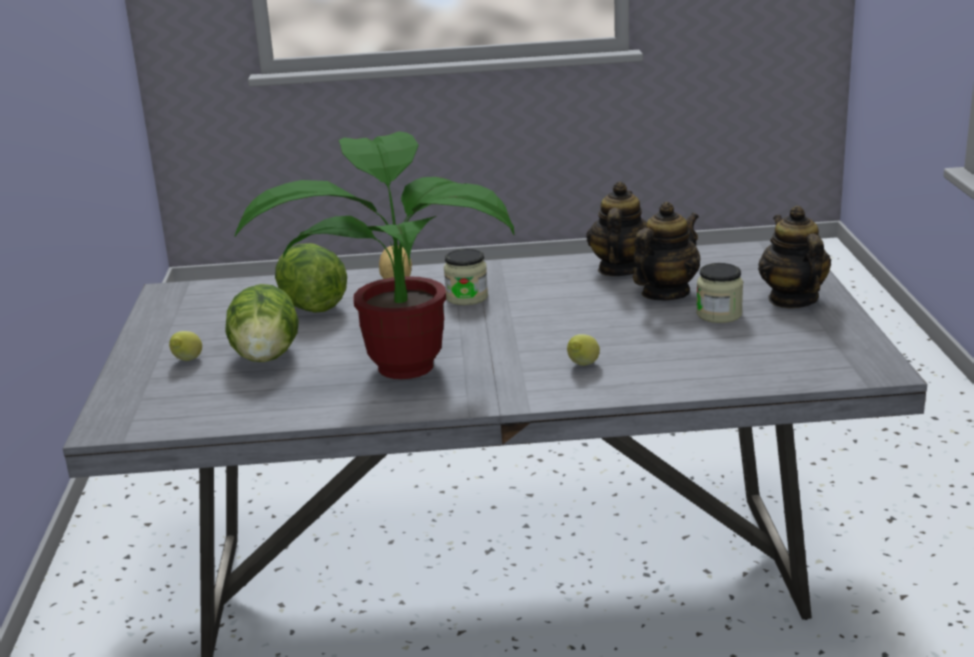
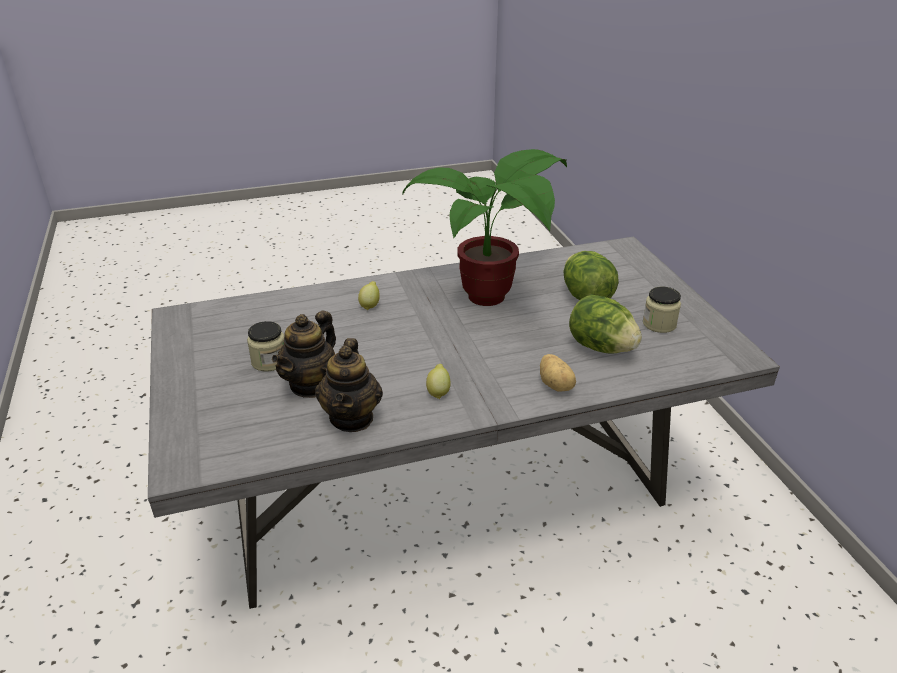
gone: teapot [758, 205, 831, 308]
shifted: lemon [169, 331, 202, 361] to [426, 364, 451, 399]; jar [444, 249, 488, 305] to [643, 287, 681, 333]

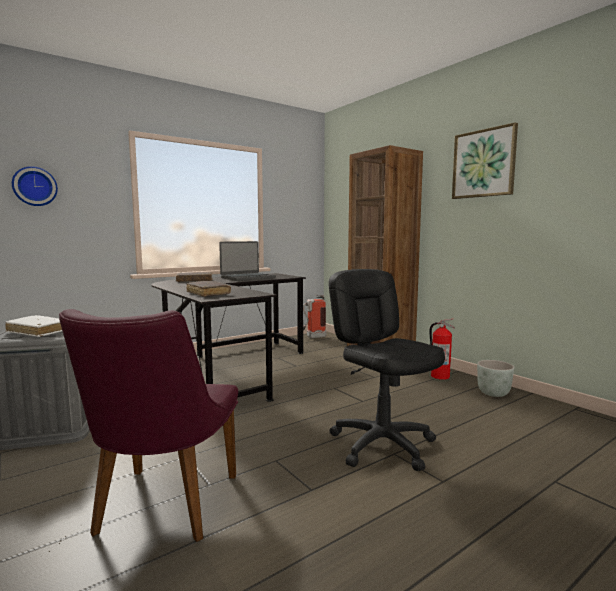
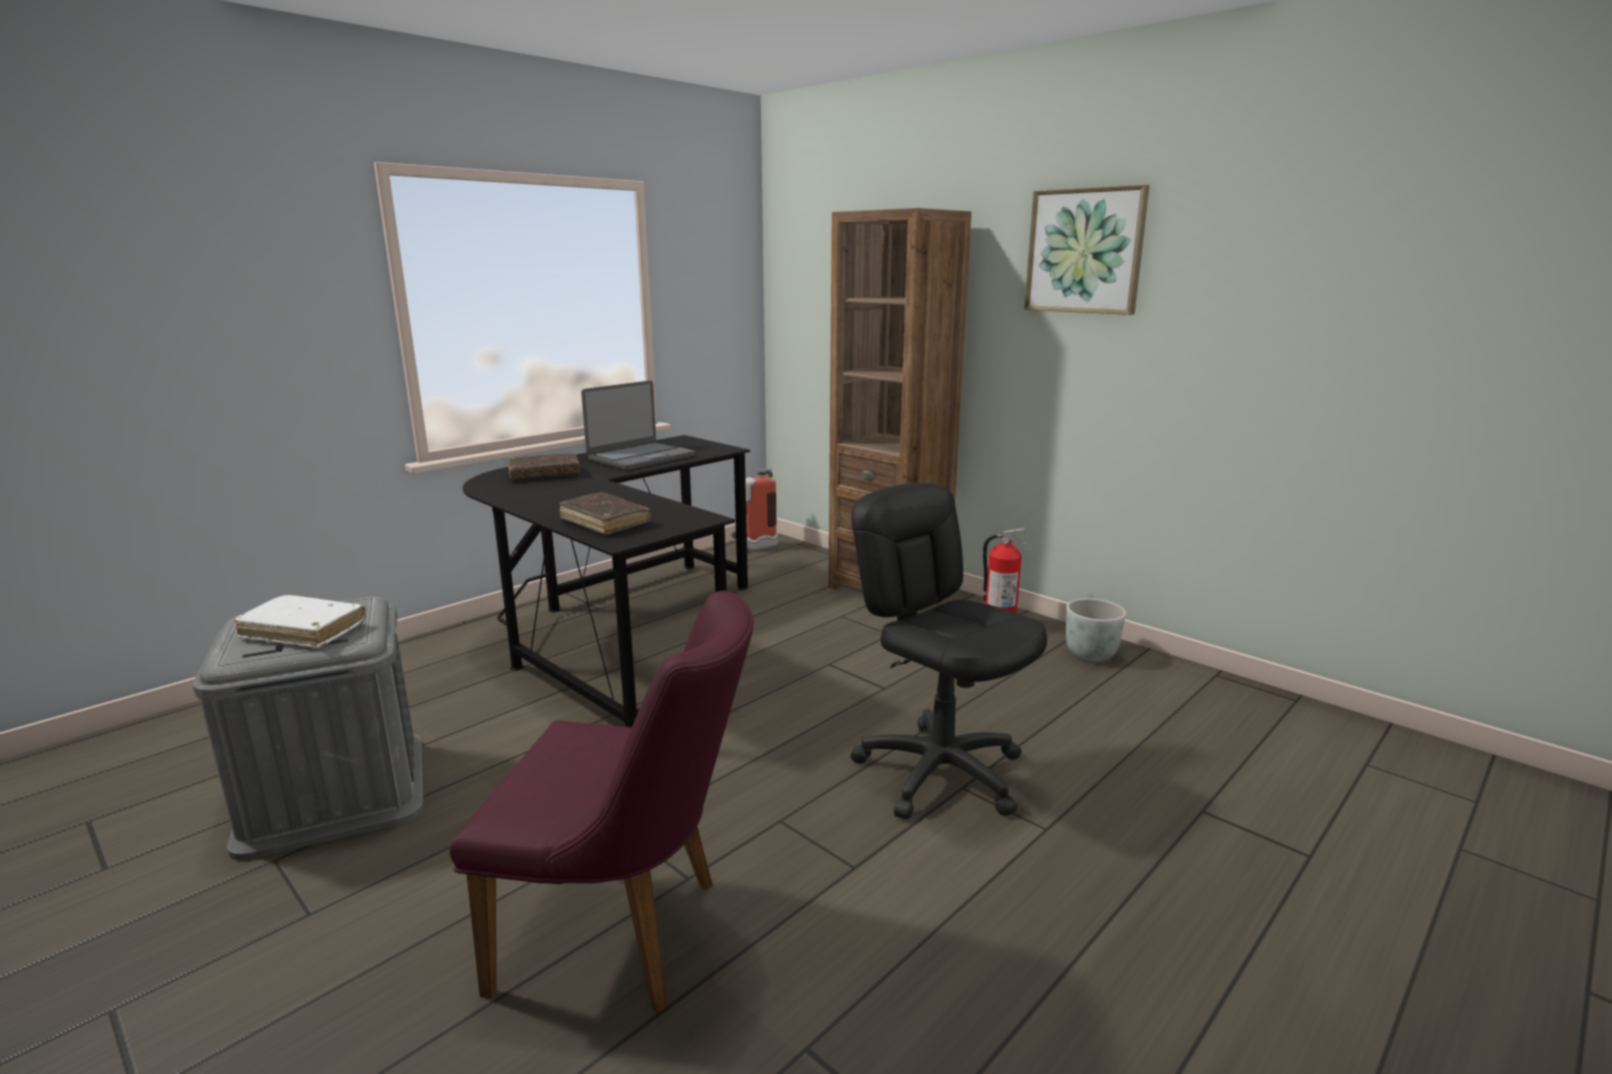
gone: wall clock [12, 166, 58, 206]
rotated: purple chair [59, 309, 238, 542] = [449, 591, 753, 1013] 75 degrees counterclockwise

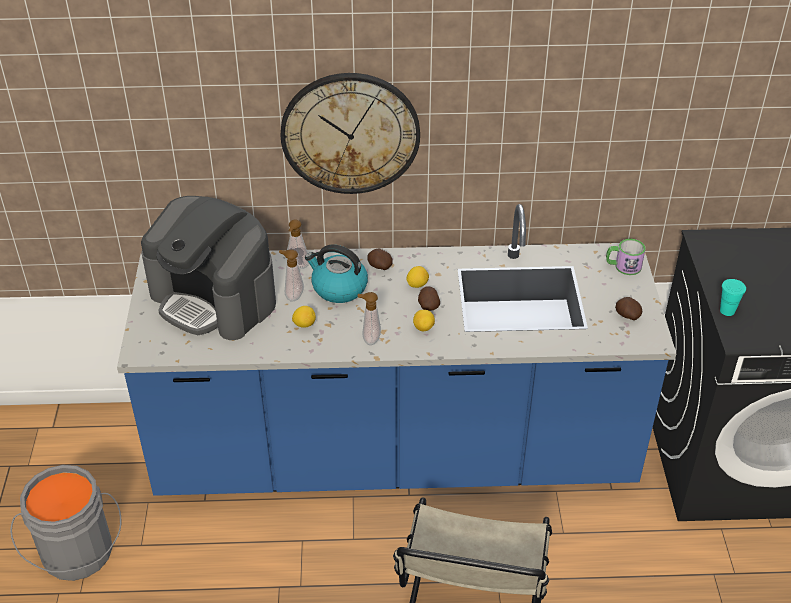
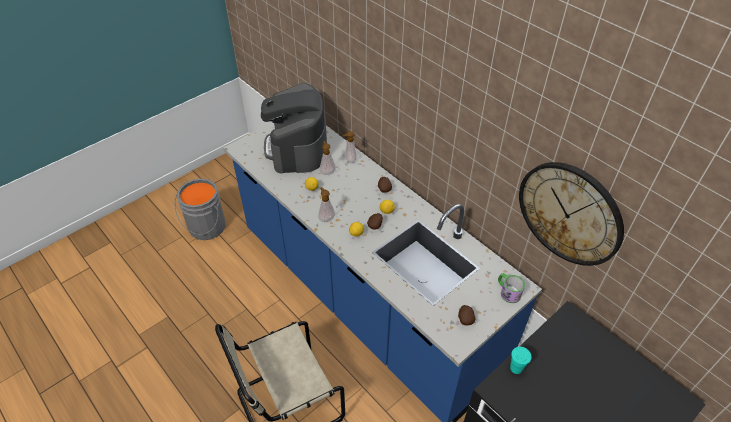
gone: kettle [305, 244, 368, 303]
shifted: wall clock [280, 73, 420, 194] to [519, 162, 624, 266]

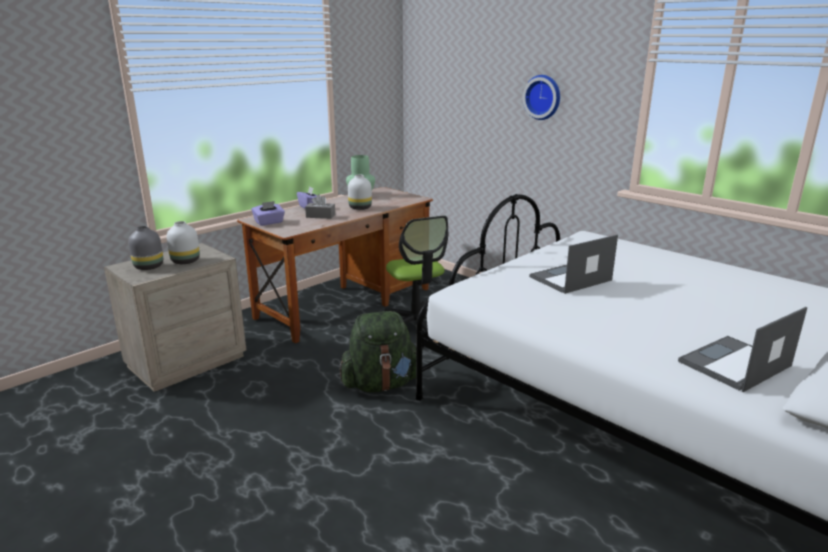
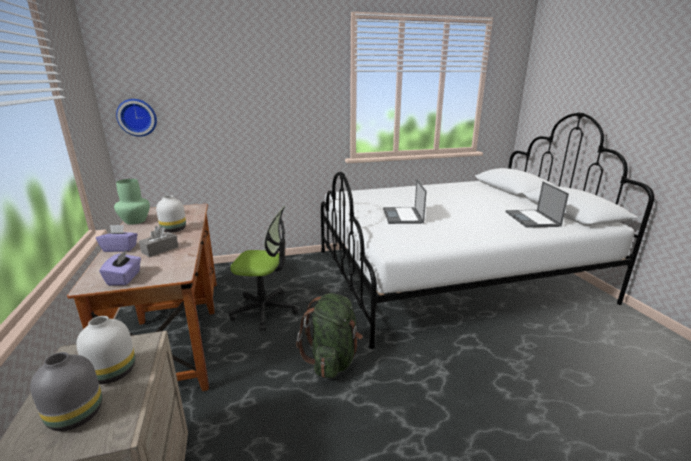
shifted: wall clock [523, 75, 560, 120] to [116, 99, 157, 137]

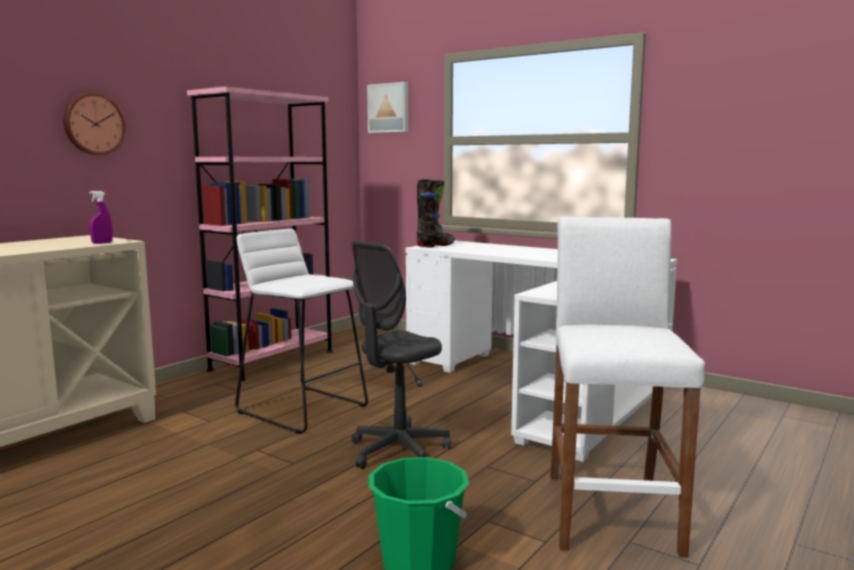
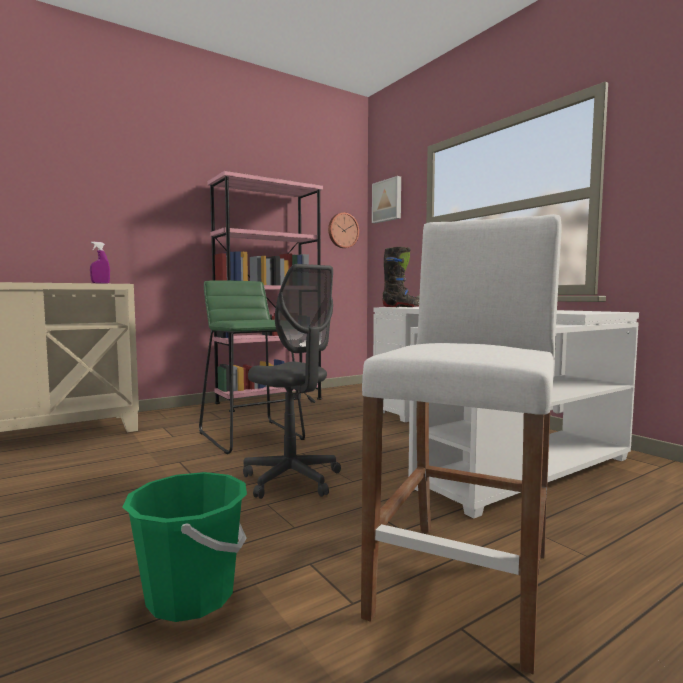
shifted: wall clock [63, 93, 126, 155] to [328, 213, 359, 248]
repainted: white stool [235, 229, 368, 434] to green stool [199, 280, 305, 454]
rotated: grey office chair [351, 241, 451, 469] = [243, 264, 341, 499] 105 degrees counterclockwise

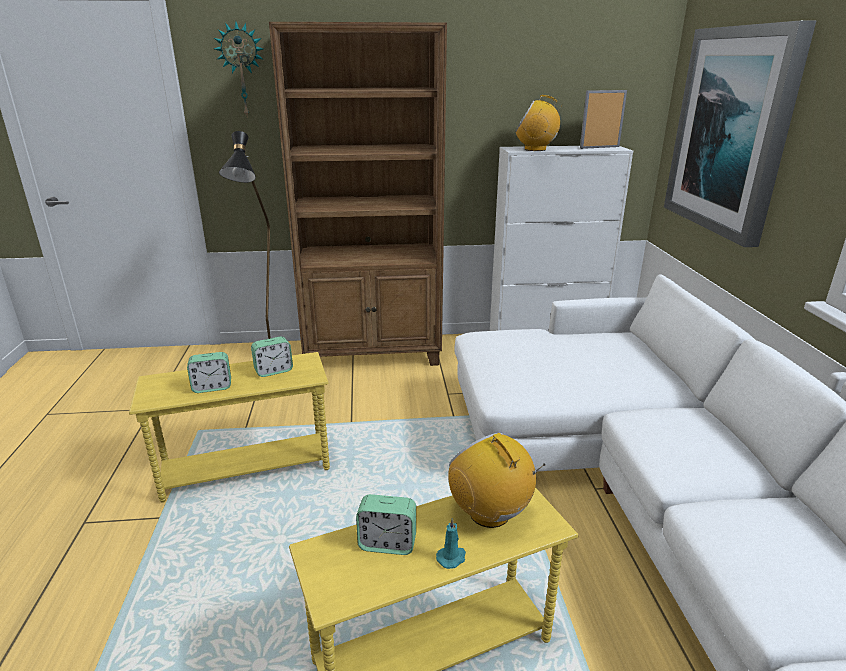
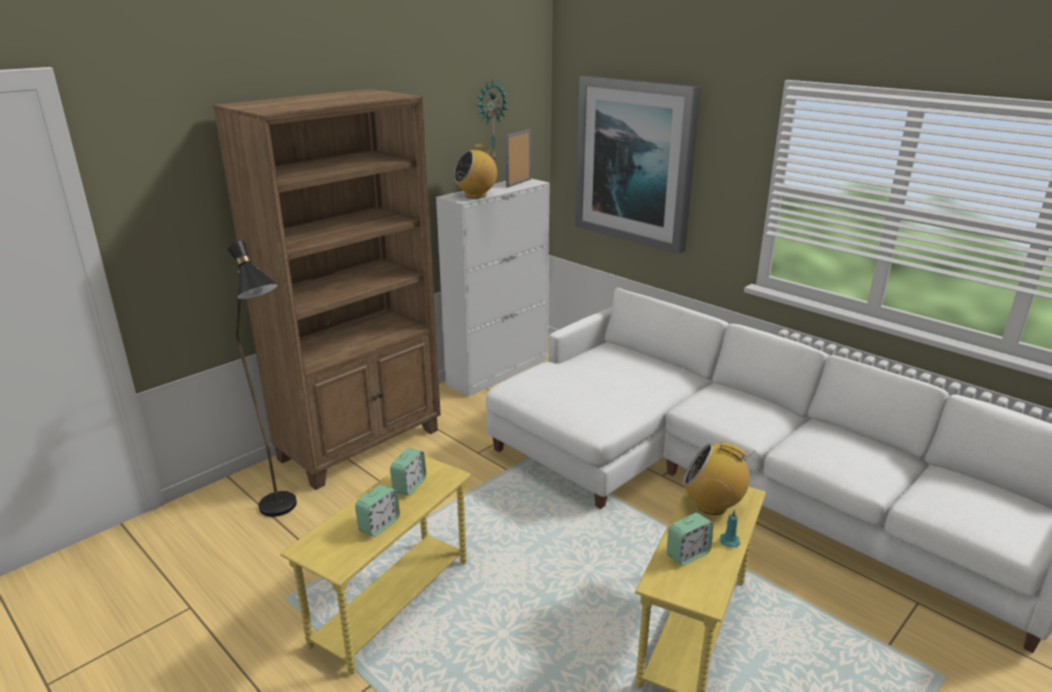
shifted: wall clock [214, 21, 263, 118] to [476, 79, 508, 160]

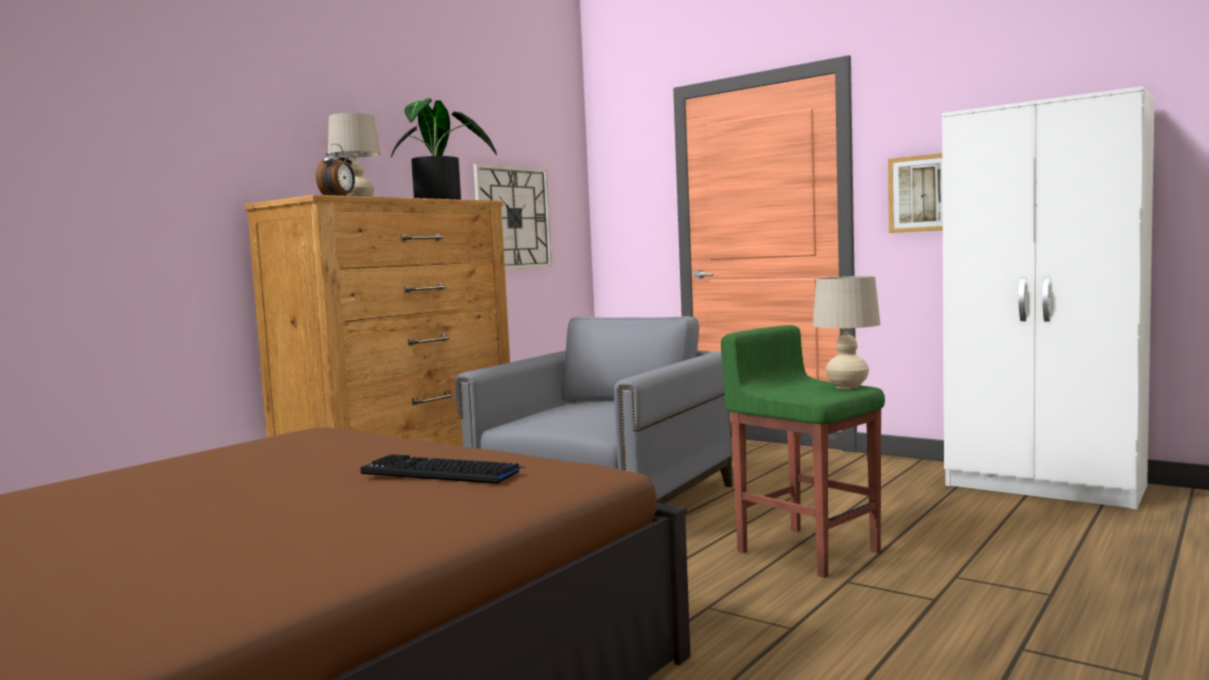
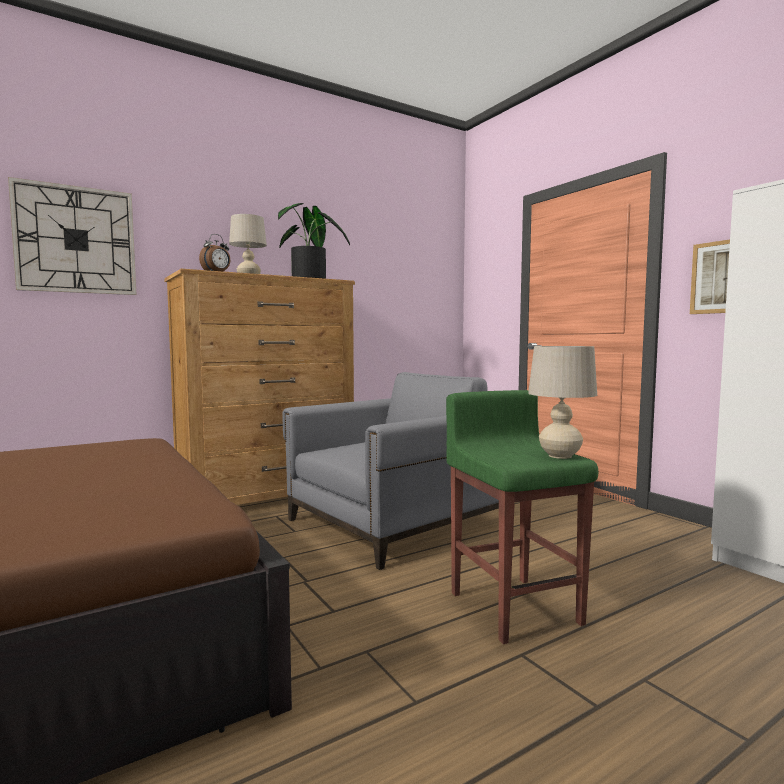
gone: keyboard [360, 454, 526, 484]
shifted: wall clock [473, 164, 552, 270] to [8, 177, 137, 295]

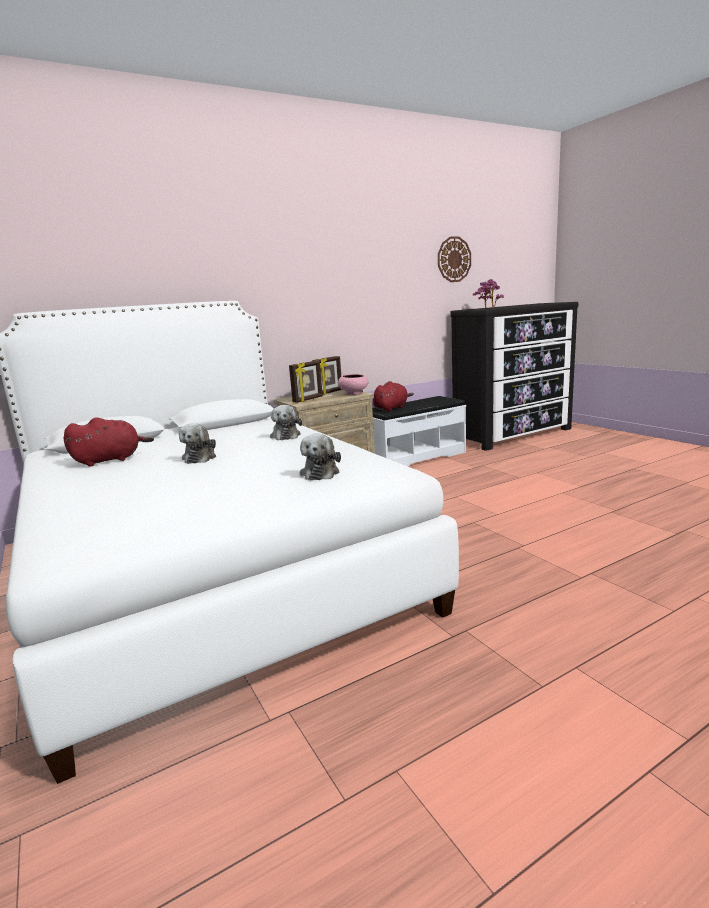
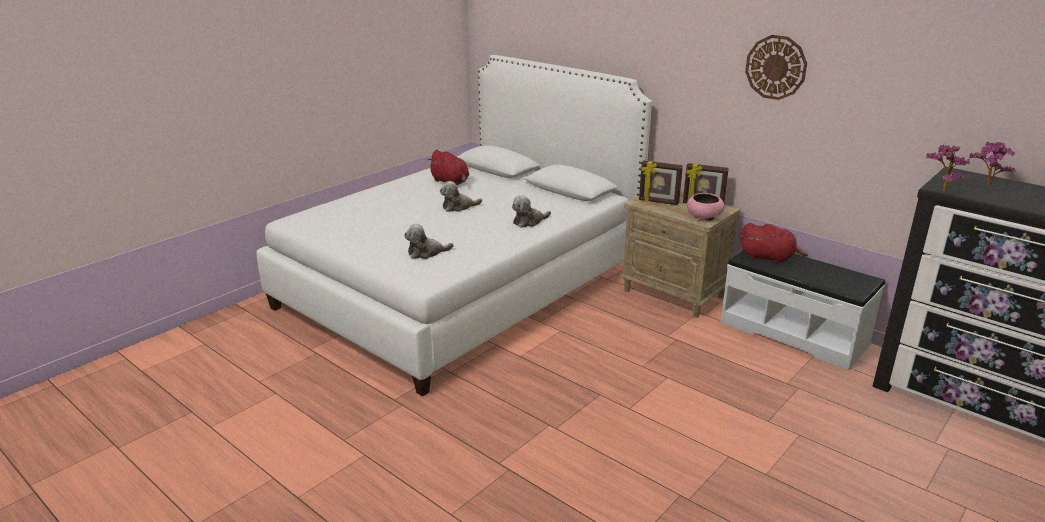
shifted: wall clock [438, 237, 471, 282] to [745, 35, 807, 100]

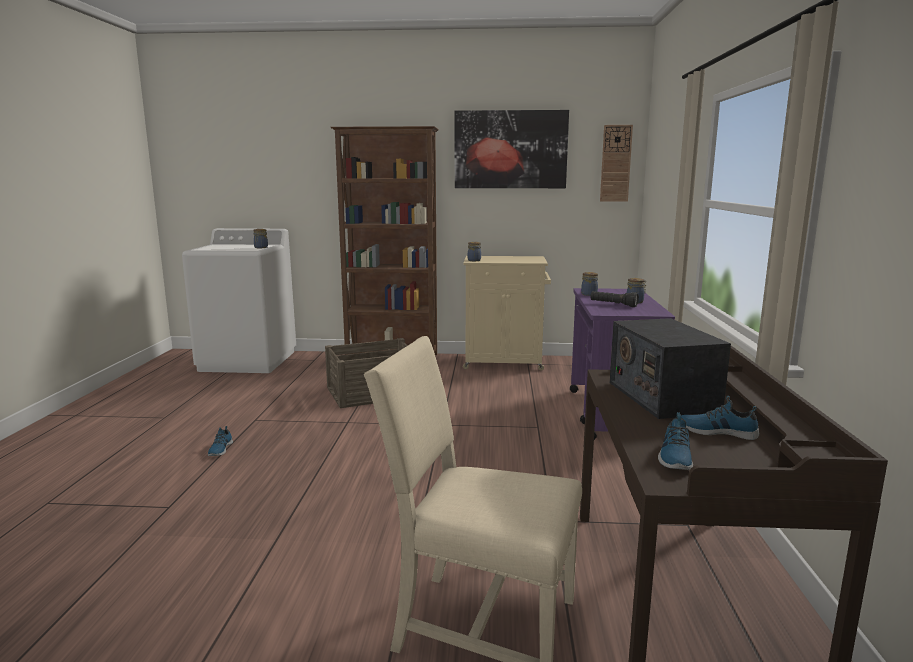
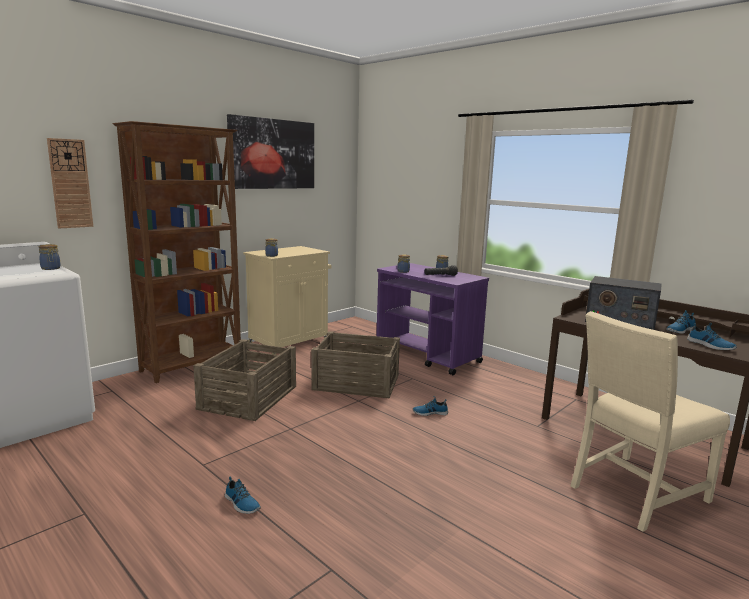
new: crate [311, 331, 400, 398]; shoe [413, 396, 448, 416]
shifted: wall clock [600, 125, 633, 202] to [47, 138, 93, 229]

